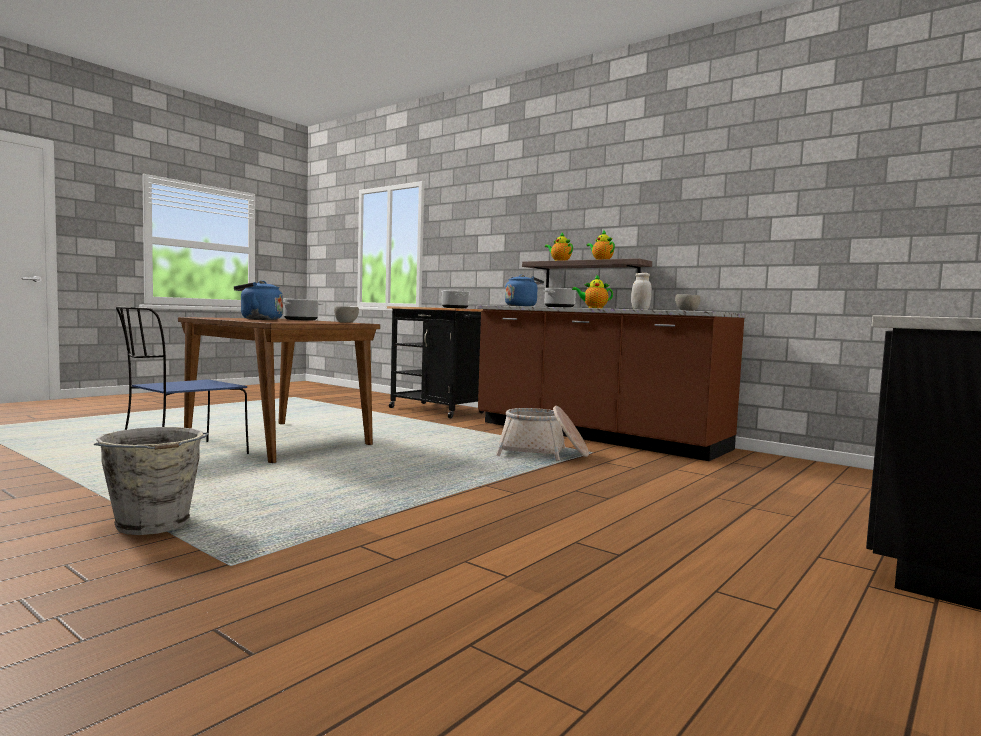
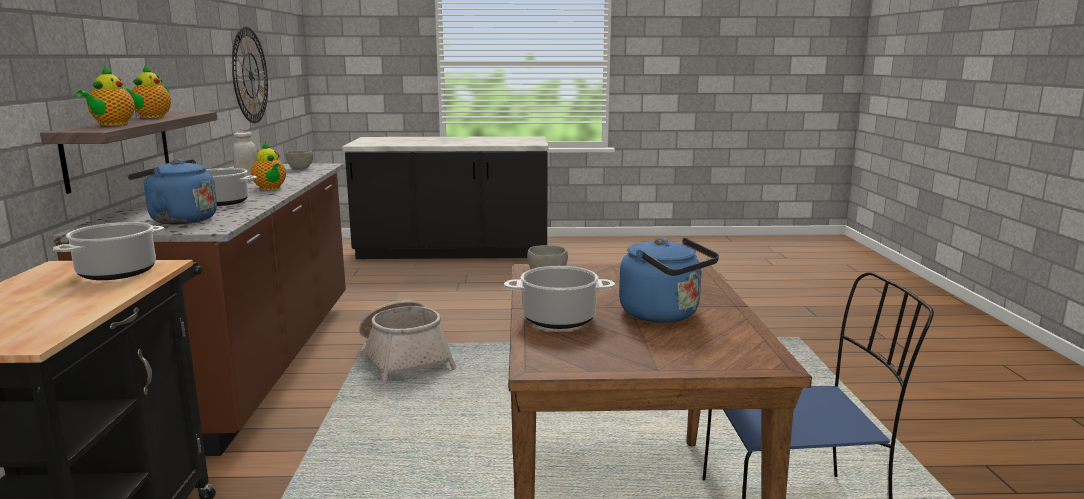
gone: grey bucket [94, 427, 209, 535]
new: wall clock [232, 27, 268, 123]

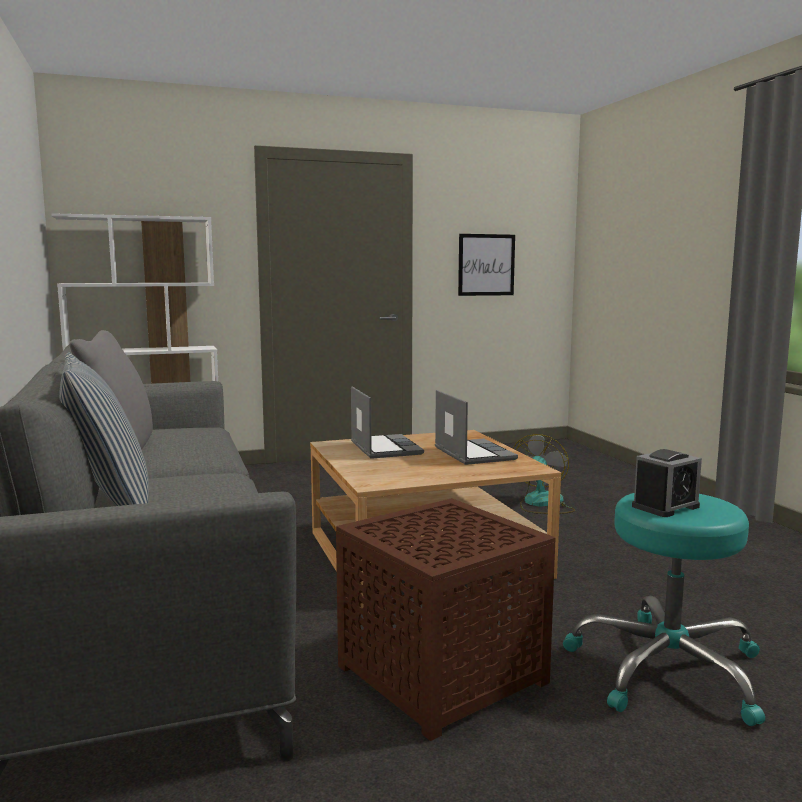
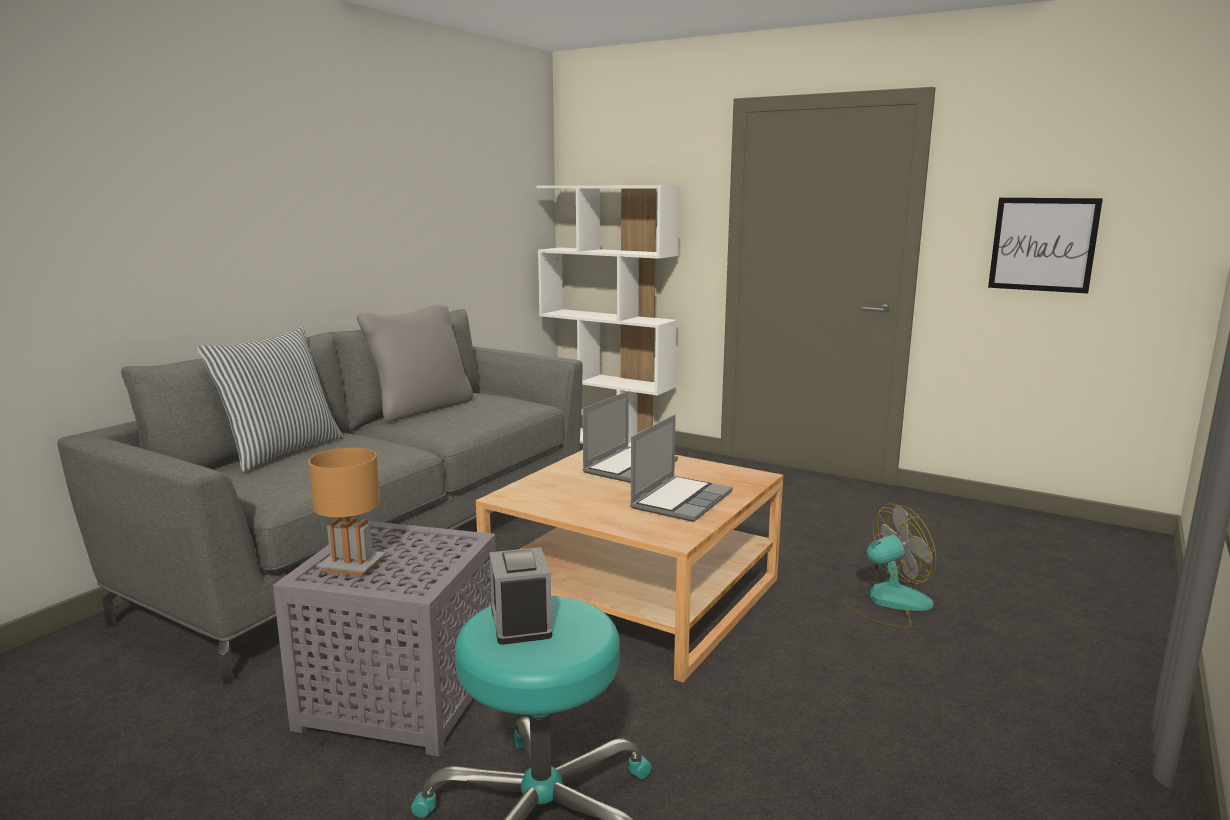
new: brown table lamp [308, 448, 386, 576]
repainted: brown side table [336, 498, 556, 741] to grey side table [273, 521, 496, 756]
rotated: alarm clock [632, 449, 702, 517] = [489, 547, 552, 645] 60 degrees clockwise

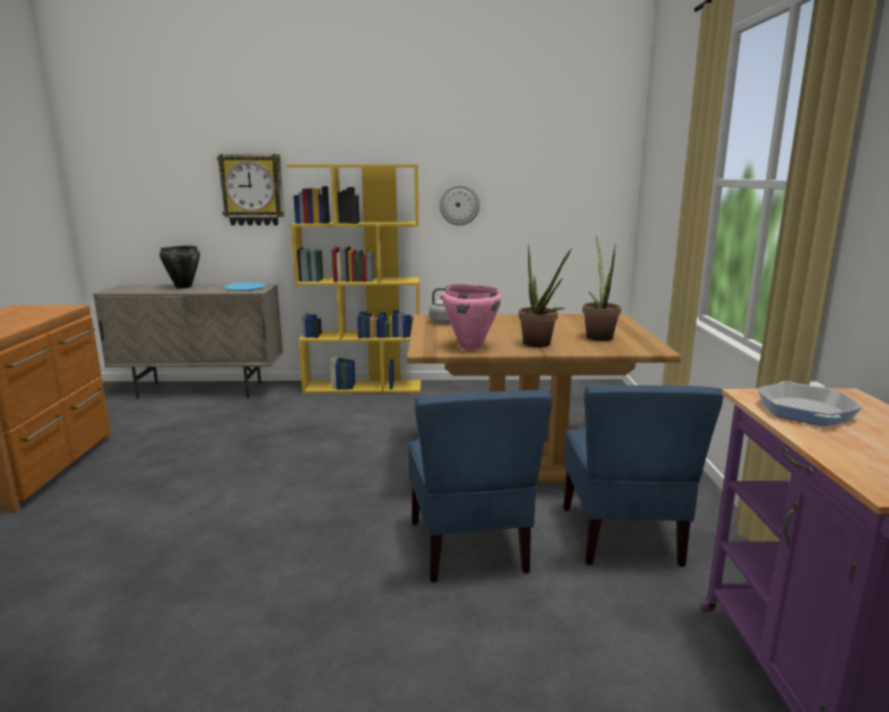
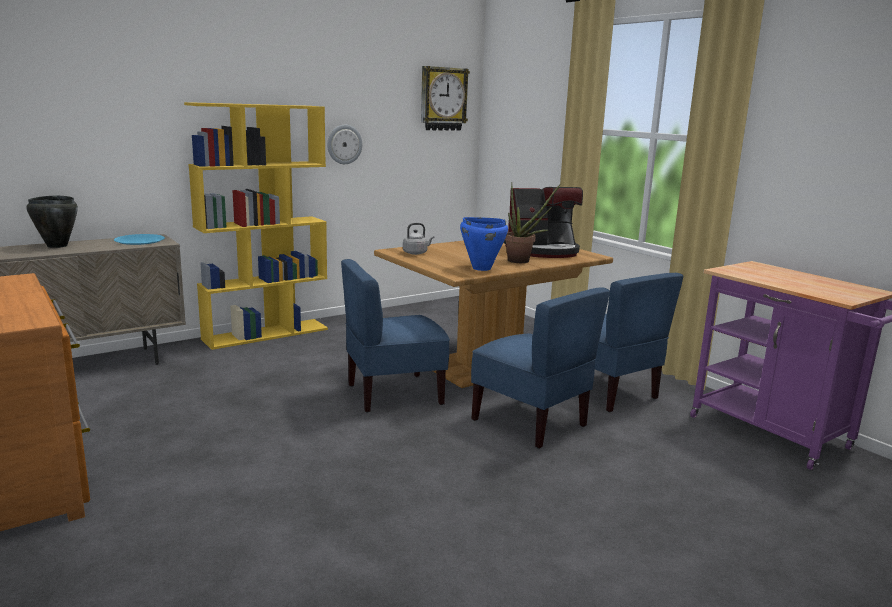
gone: frying pan [757, 381, 863, 426]
new: blue chair [341, 259, 450, 413]
shifted: wall clock [217, 154, 284, 226] to [421, 66, 470, 131]
swapped: potted plant [583, 236, 621, 341] to coffee machine [503, 187, 583, 258]
repainted: pink cooking pot [443, 284, 501, 350] to blue cooking pot [460, 217, 508, 271]

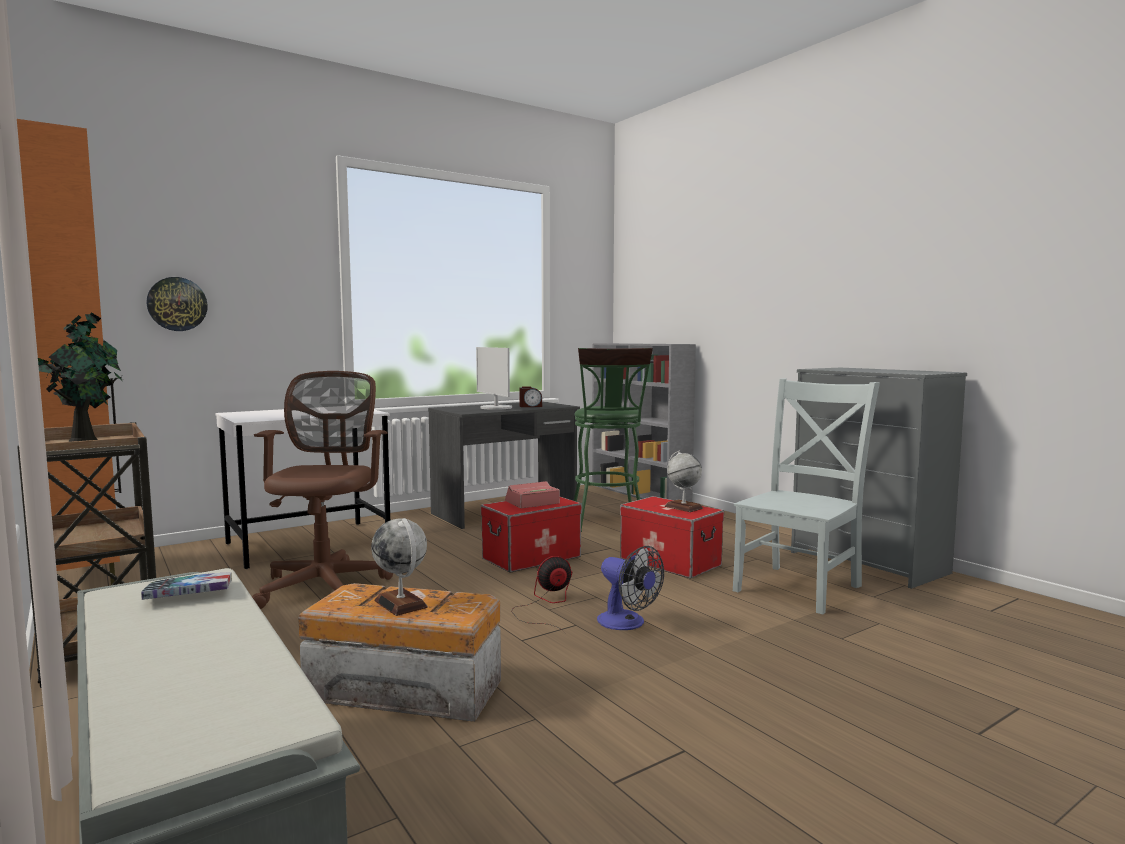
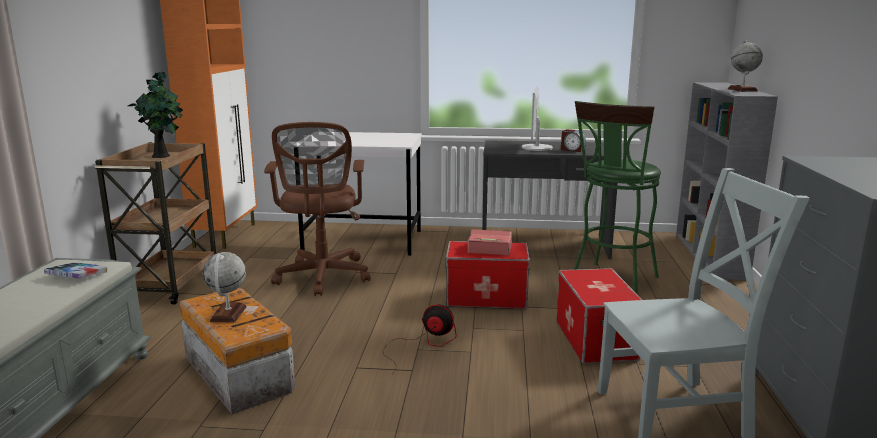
gone: wall clock [146, 277, 208, 331]; fan [597, 546, 664, 630]
shifted: globe [665, 451, 703, 512] to [728, 41, 763, 92]
rotated: brown office chair [252, 371, 393, 609] = [264, 122, 370, 296] 135 degrees clockwise

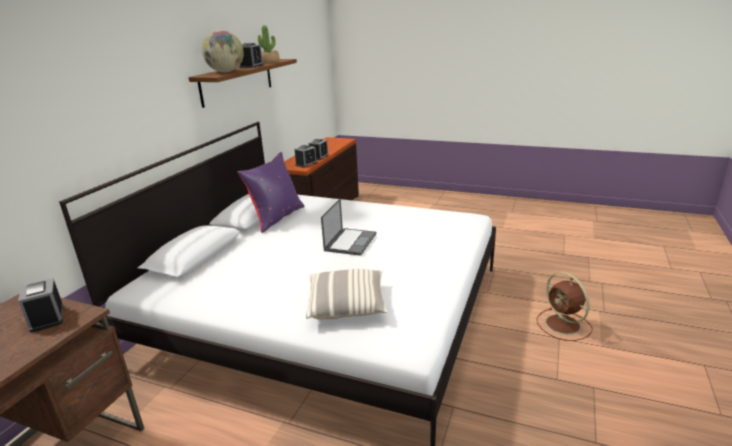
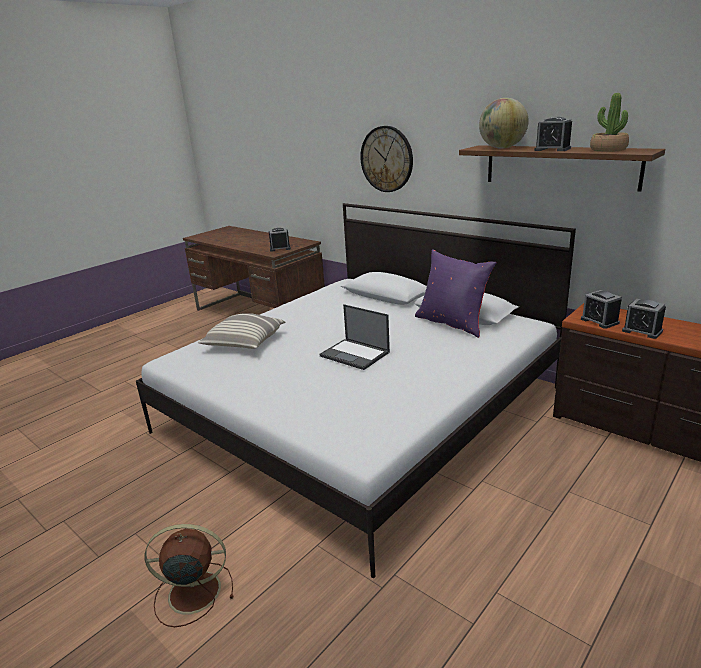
new: wall clock [360, 126, 413, 192]

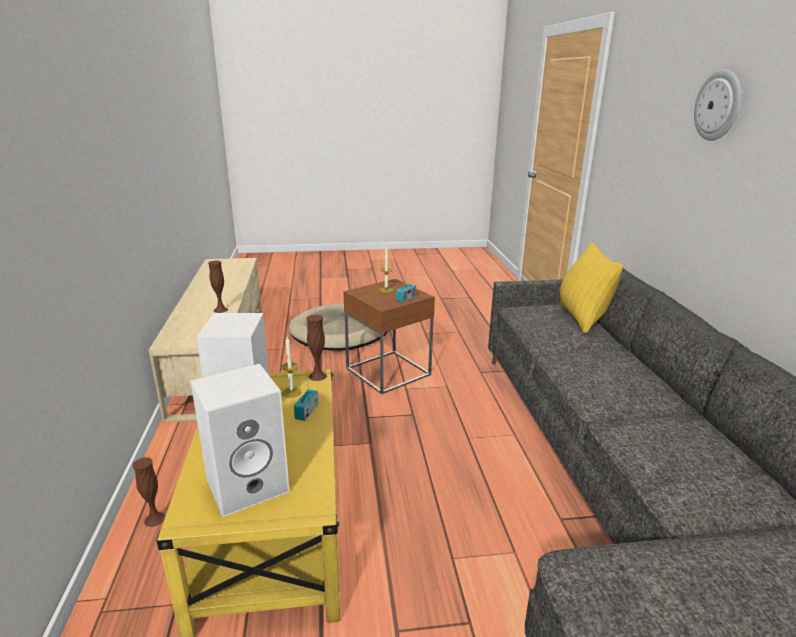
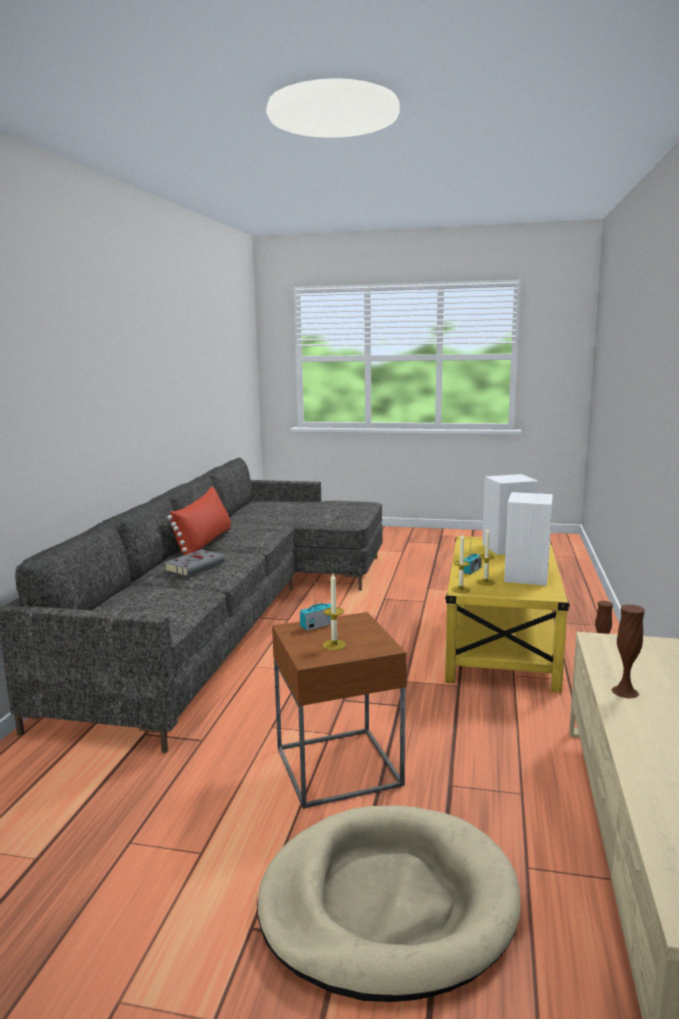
gone: yellow pillow [559, 242, 623, 334]; wall clock [694, 70, 741, 141]
new: grey book [164, 550, 225, 576]; red pillow [167, 486, 231, 555]
swapped: brown vase [306, 315, 327, 381] to candle [452, 533, 470, 593]

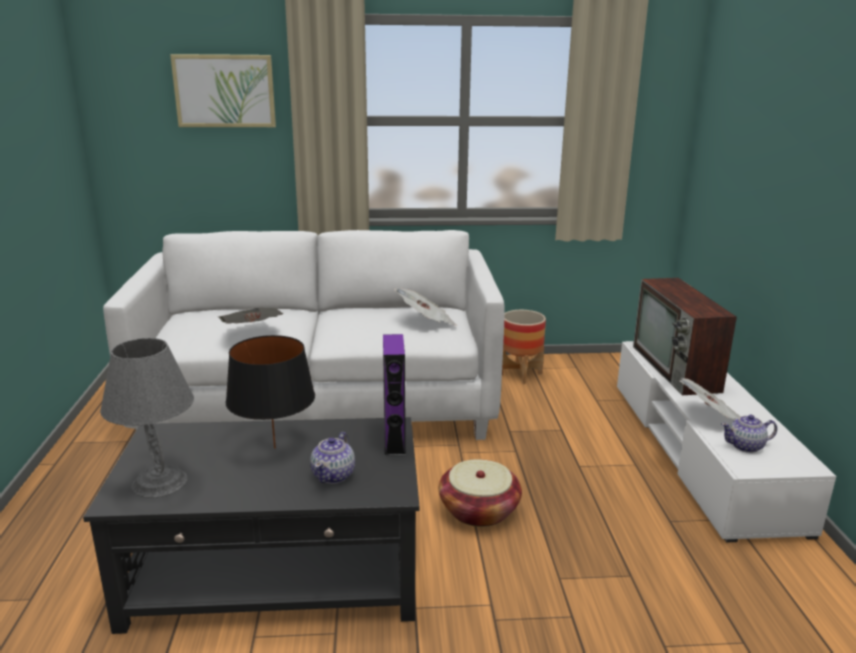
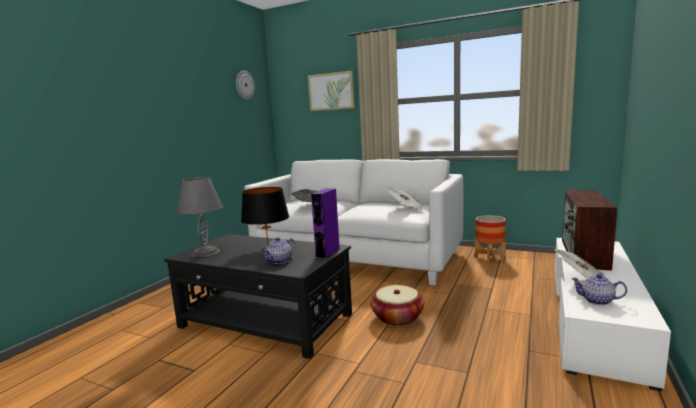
new: wall clock [236, 70, 255, 100]

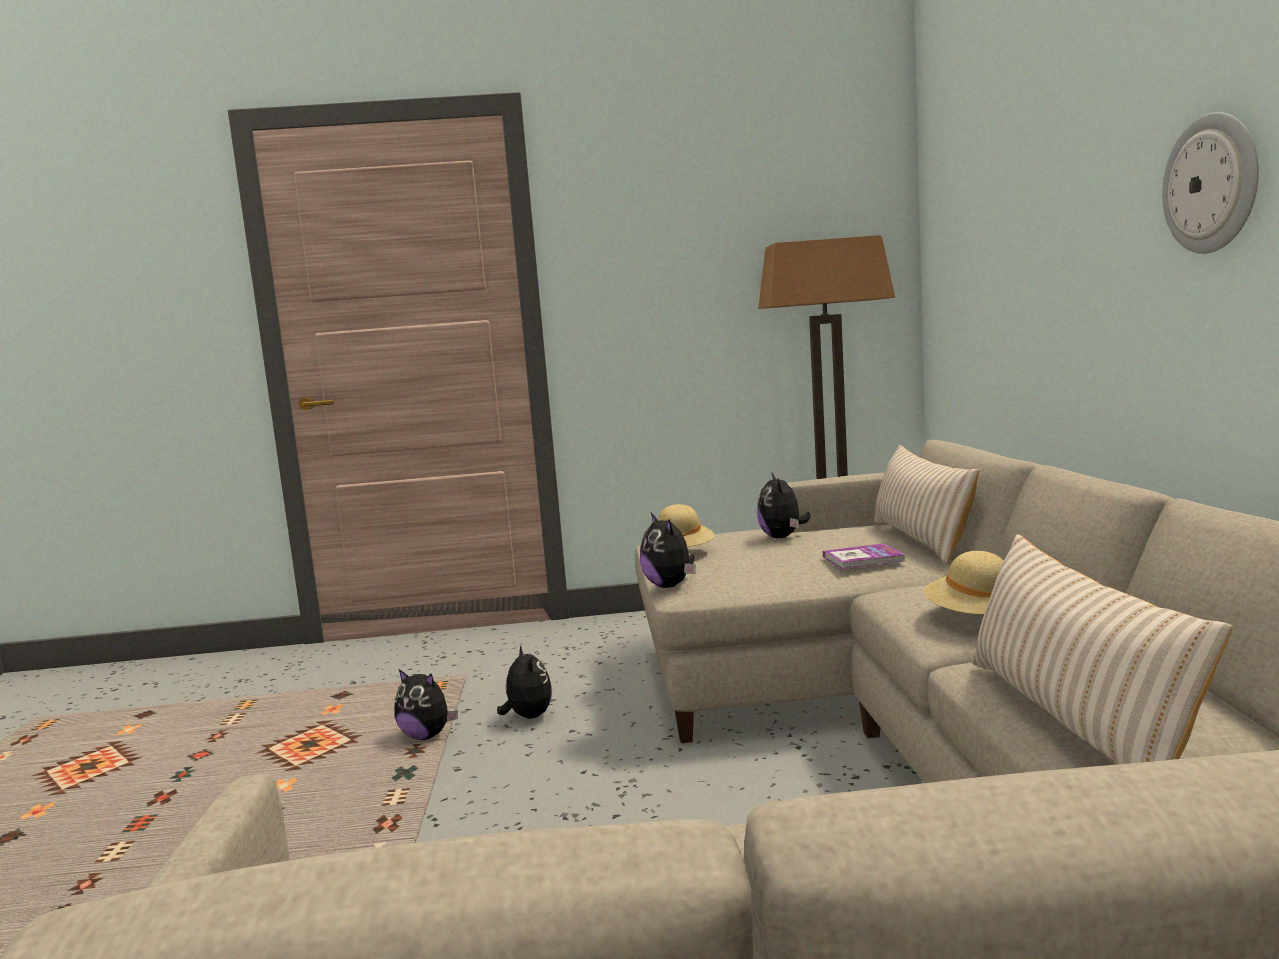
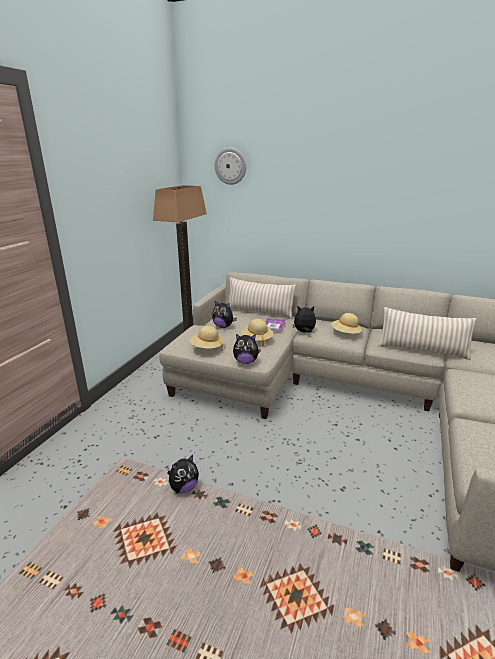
new: beige hat [241, 319, 273, 347]
shifted: plush toy [497, 646, 552, 719] to [293, 306, 316, 333]; wall clock [1162, 112, 1259, 254] to [215, 148, 246, 185]

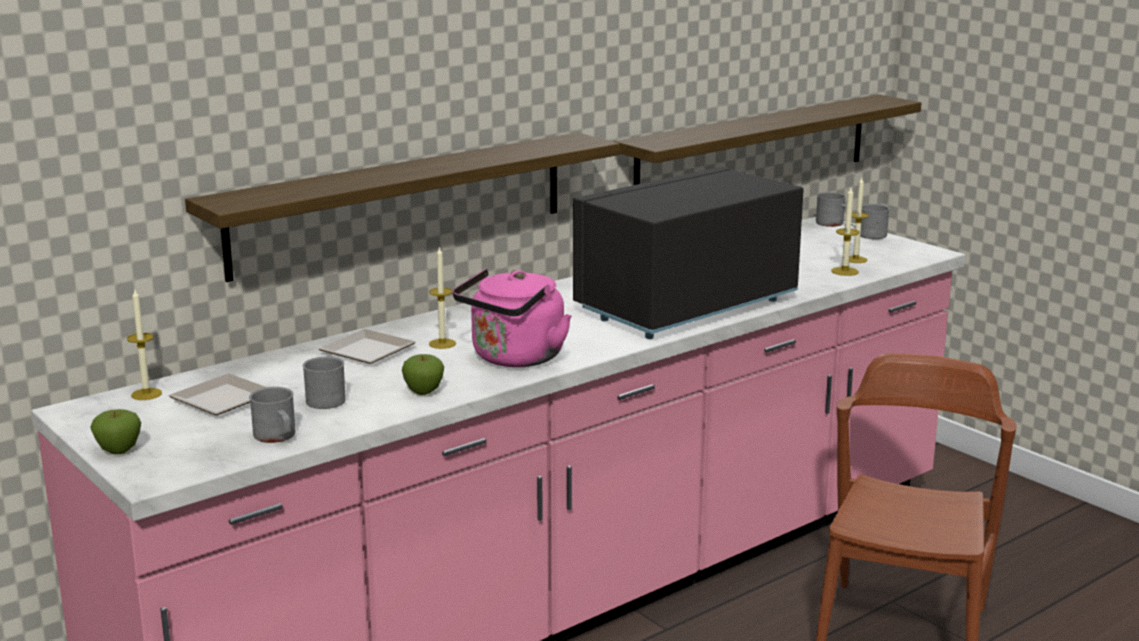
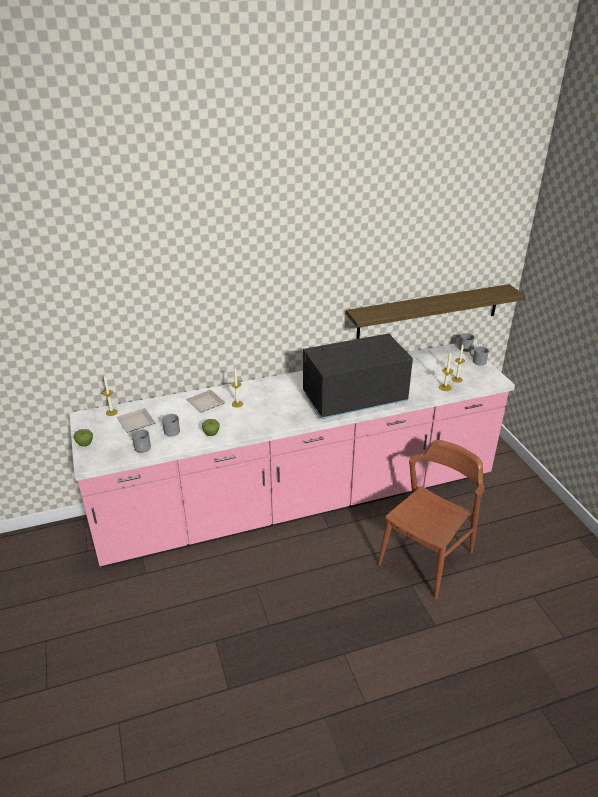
gone: shelf [185, 133, 620, 282]; pink kettle [453, 269, 572, 367]

